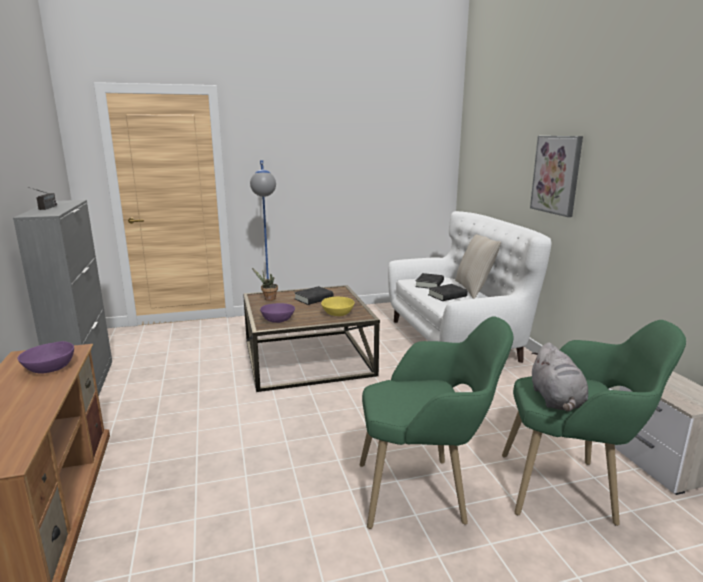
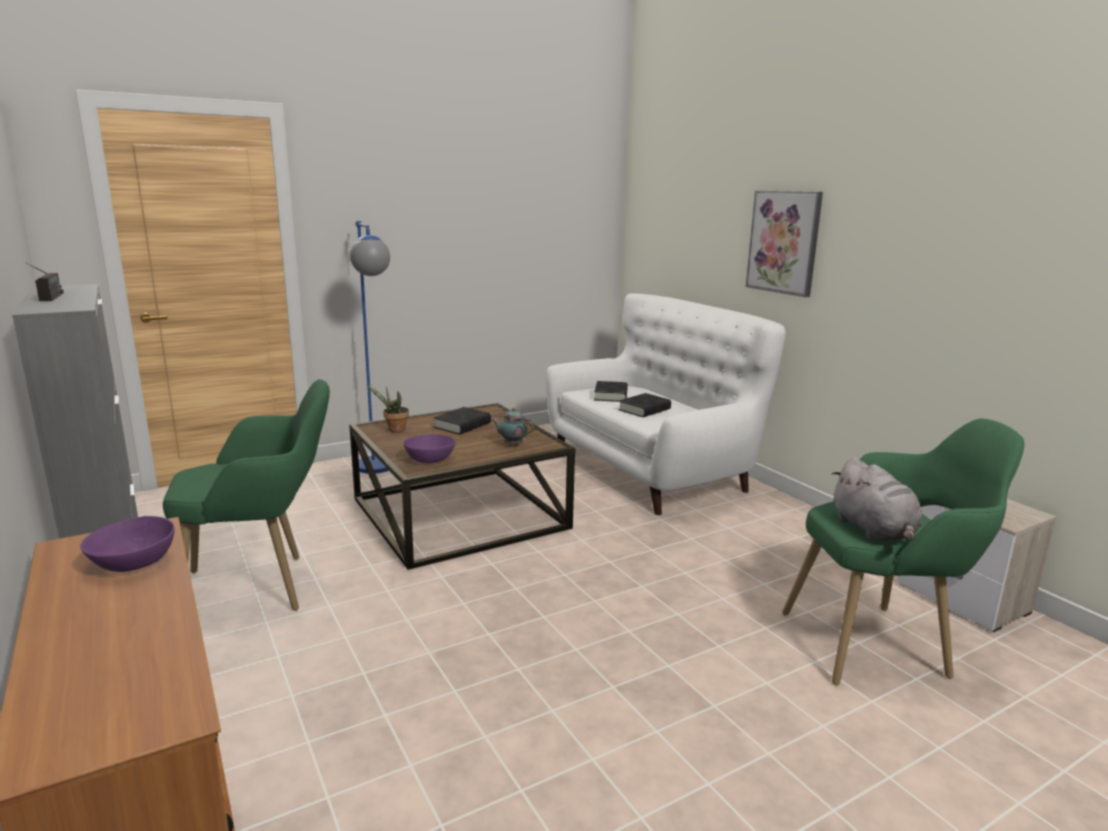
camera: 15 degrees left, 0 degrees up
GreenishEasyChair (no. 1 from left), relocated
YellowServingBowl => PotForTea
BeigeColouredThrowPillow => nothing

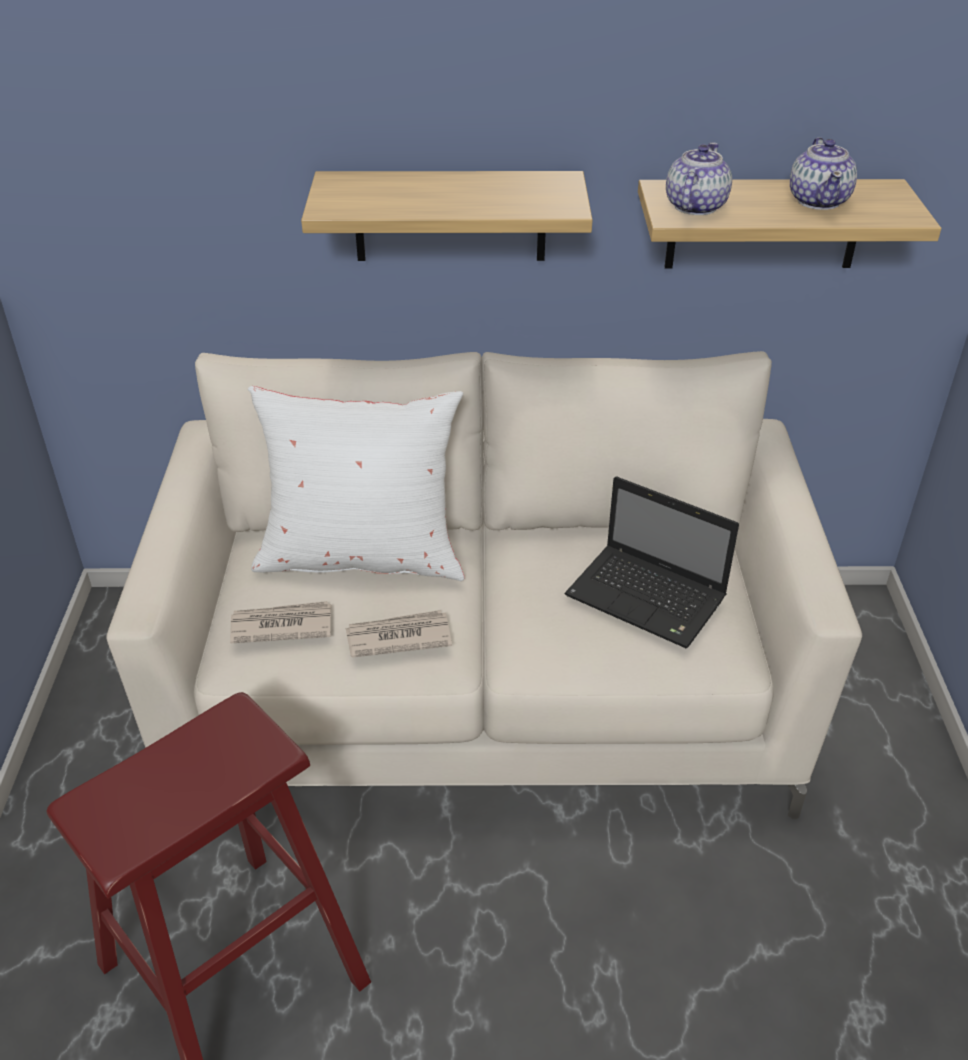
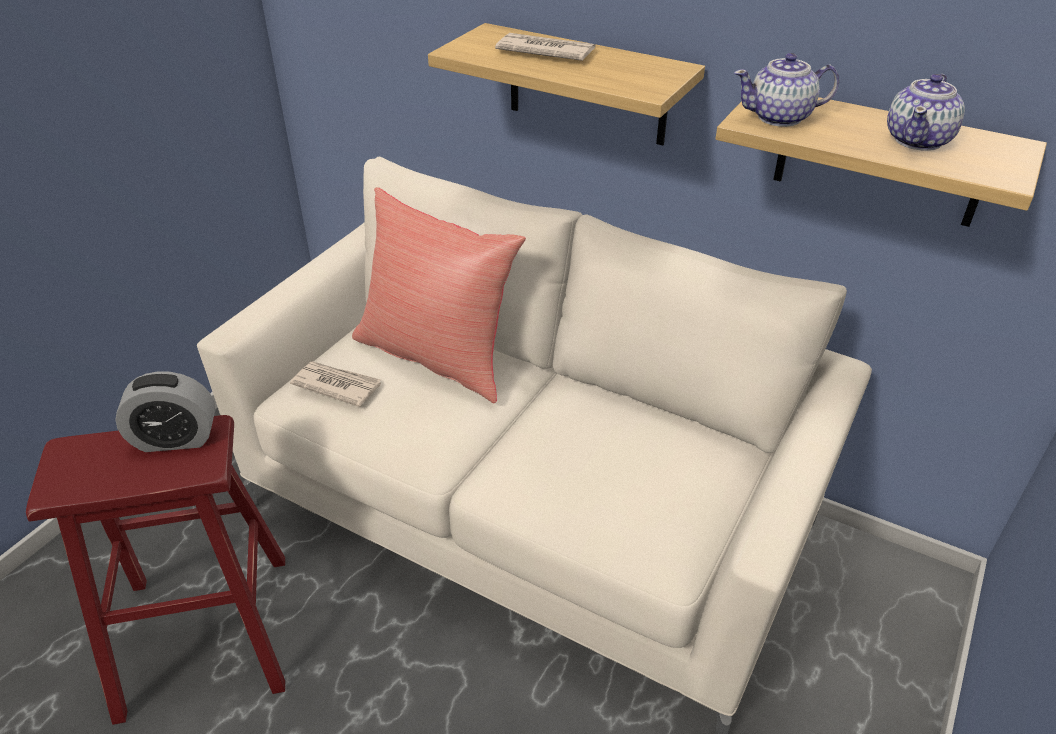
camera: 30 degrees right, 0 degrees up
nothing => TableClock
WhiteThrowPillow => RedThrowPillow
Newspaper (no. 2 from left), relocated
PotForTea (no. 1 from left), 150 degrees counterclockwise
NotebookComputer => nothing

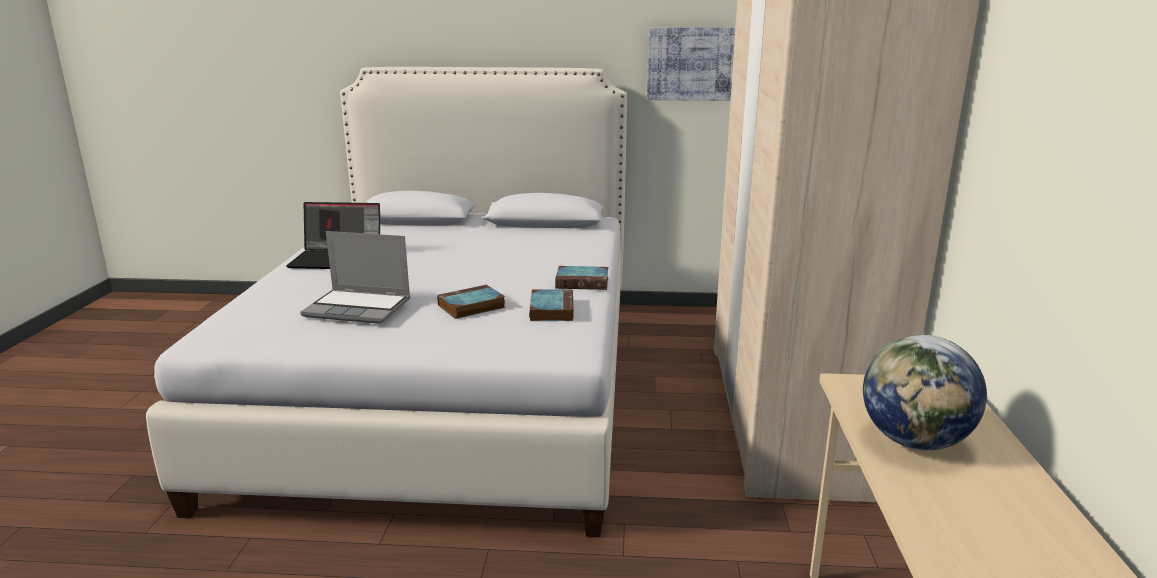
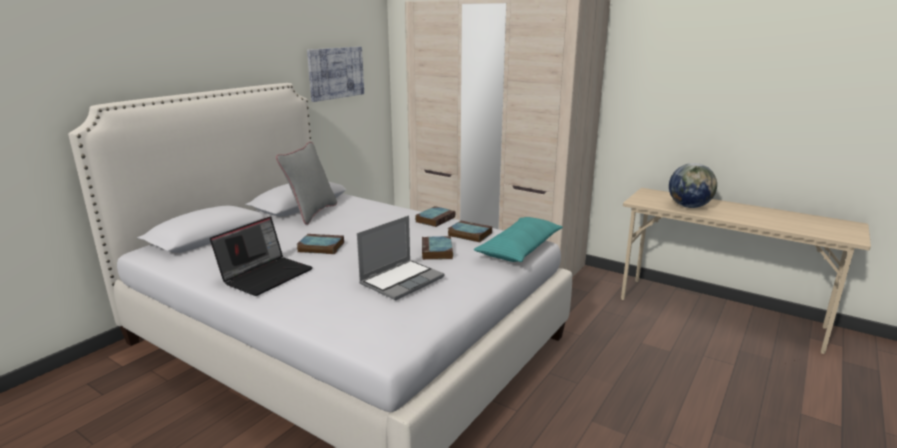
camera: 60 degrees left, 0 degrees up
nothing => GrayThrowPillow
nothing => Volume (no. 1 from left)
nothing => BlueGreenThrowPillow

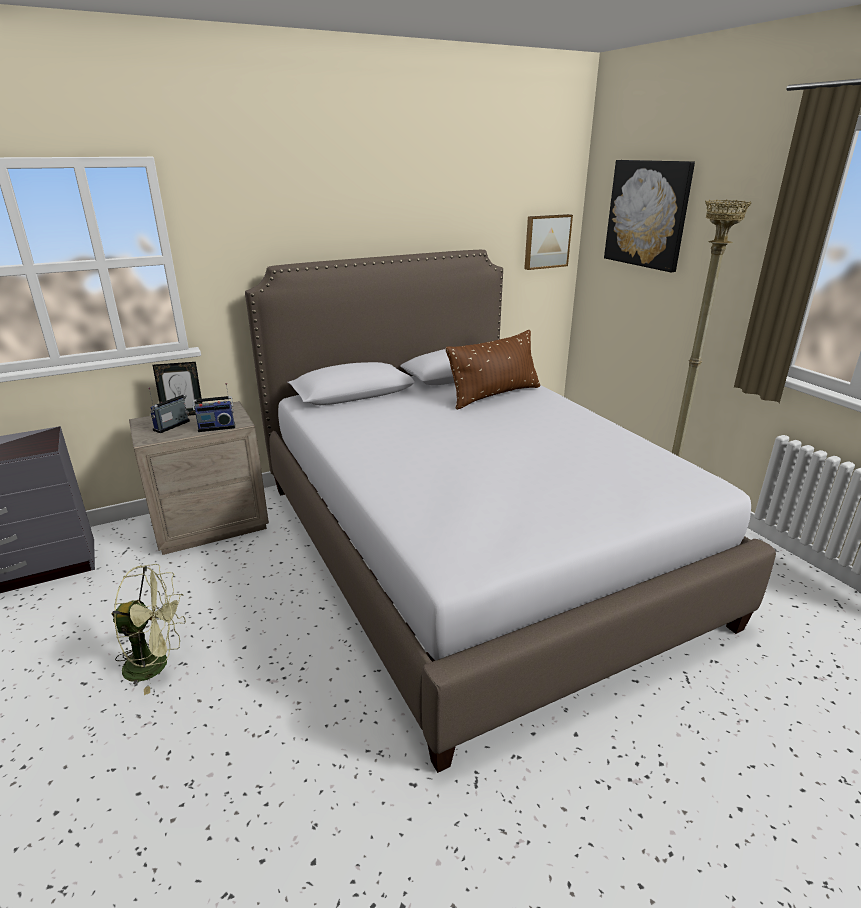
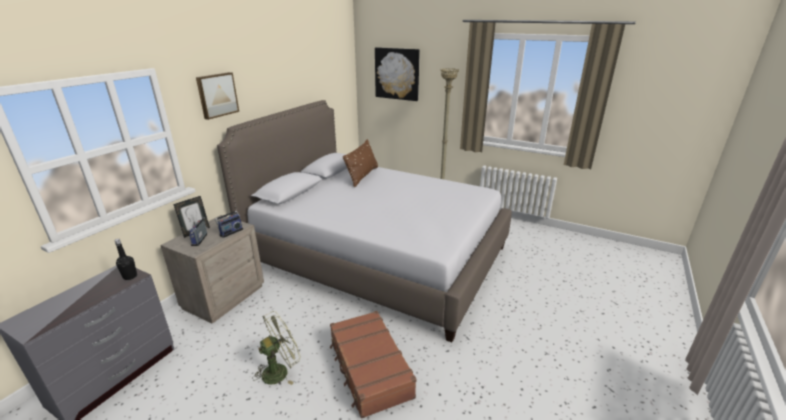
camera: 35 degrees left, 0 degrees up
nothing => BlackBeverageBottle
Picture (no. 1 from left), relocated
nothing => BrownSuitcase

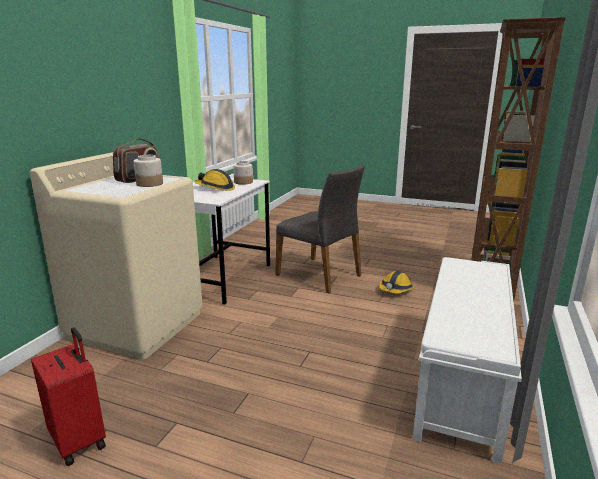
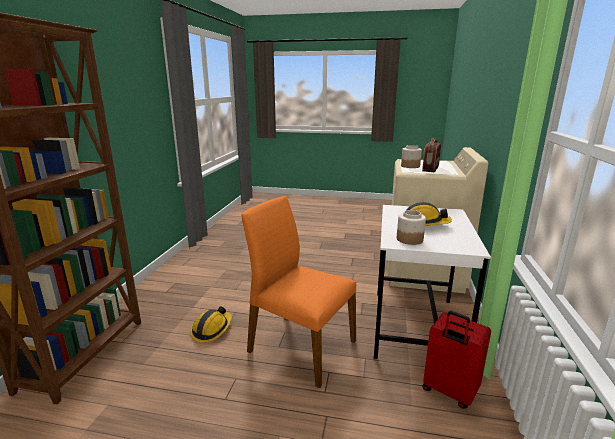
camera: 170 degrees right, 0 degrees up
GrayChair => OrangeColouredChair
RedSuitcase, relocated
WhiteLongSeat => nothing

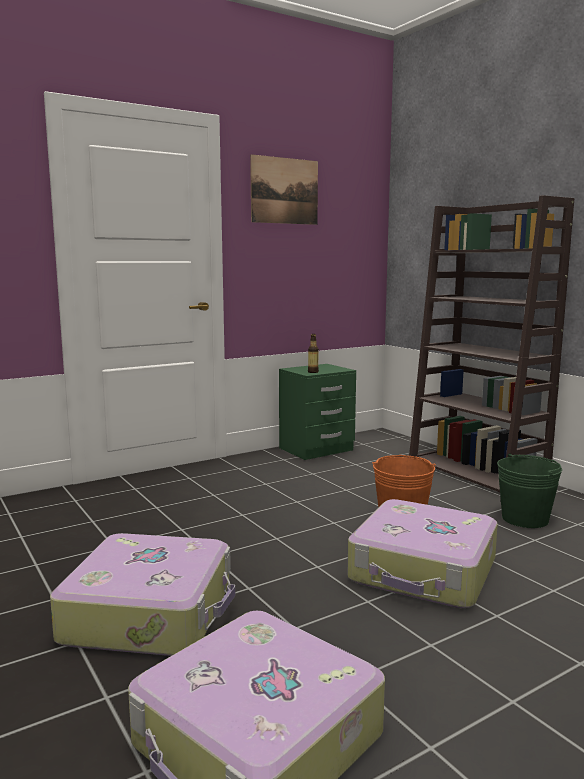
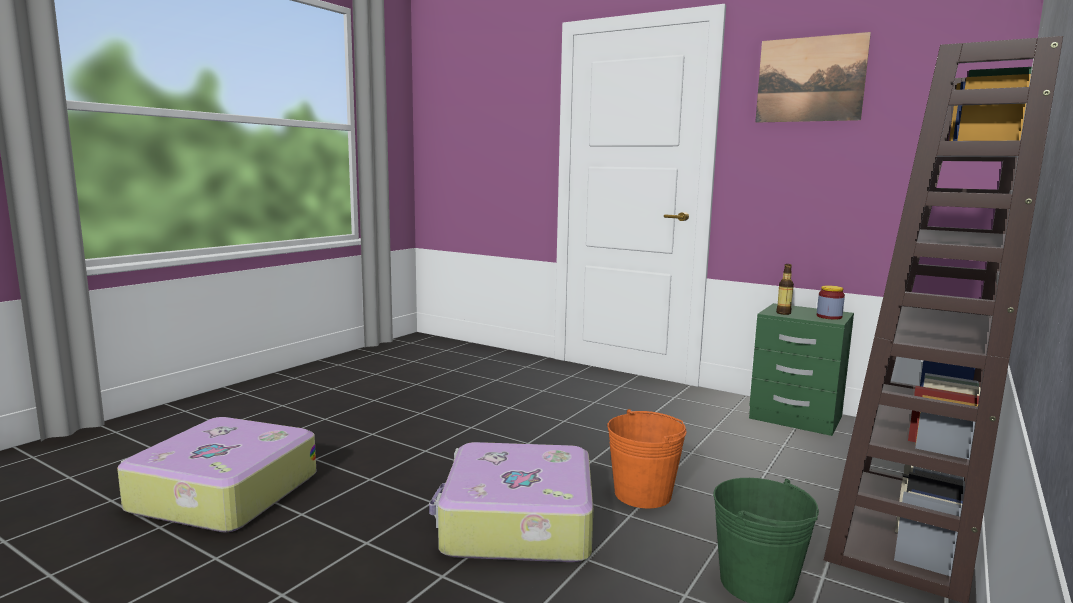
camera: 65 degrees right, 0 degrees up
nothing => Jar
Suitcase (no. 1 from left) => nothing

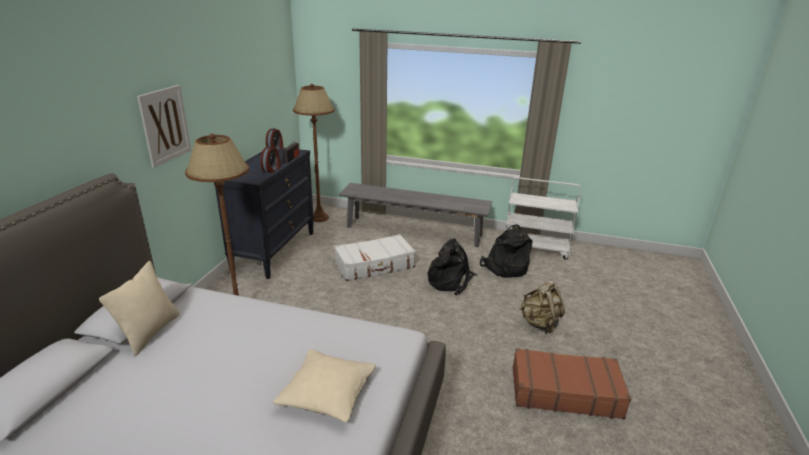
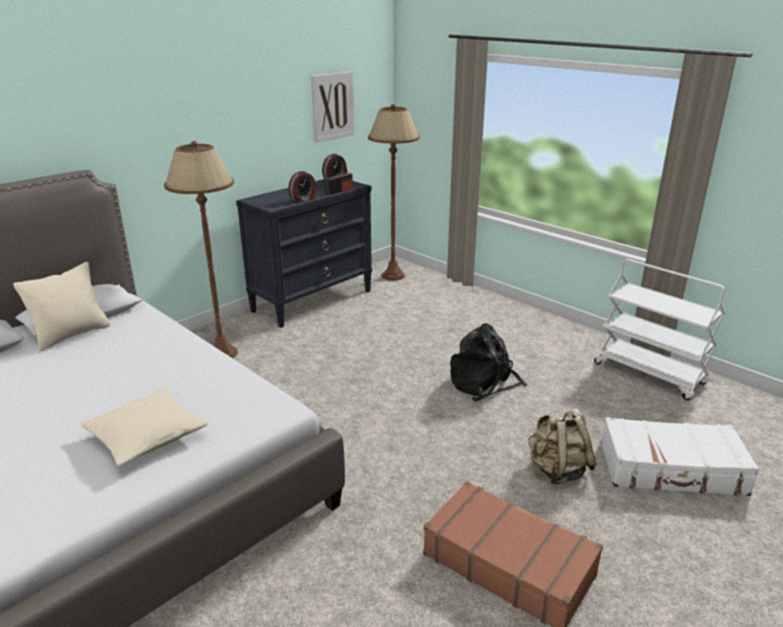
camera: 30 degrees right, 0 degrees up
Picture, relocated
WhiteSuitcase, relocated
GrayLongSeat => nothing
BlackRucksack (no. 2 from left) => nothing

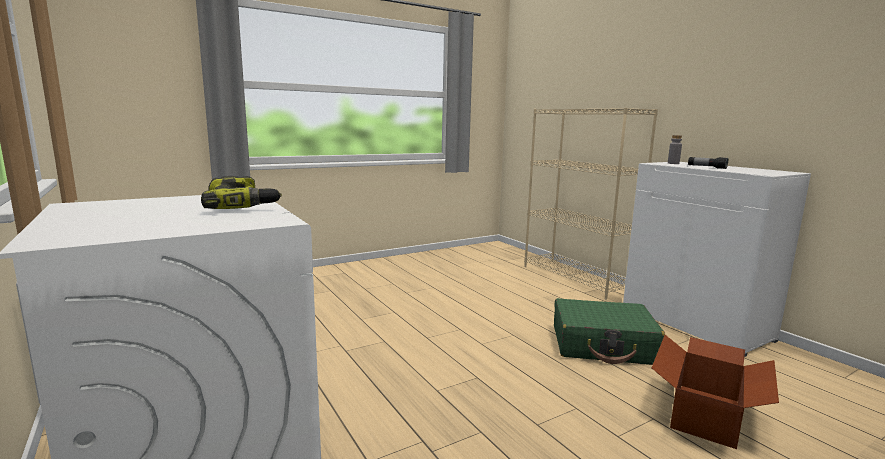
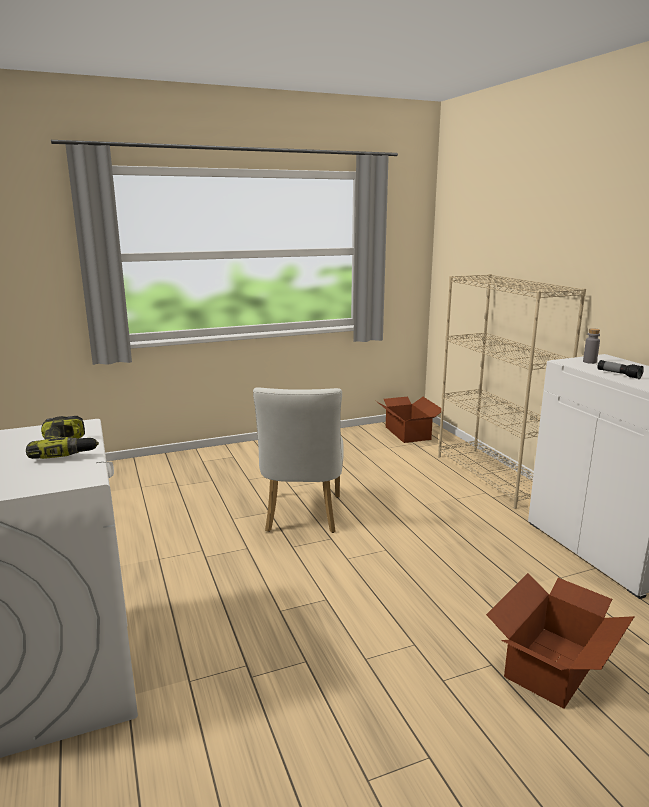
camera: 10 degrees right, 5 degrees up
nothing => WhiteChair
nothing => PackingBox (no. 1 from left)
GreenishSuitcase => nothing

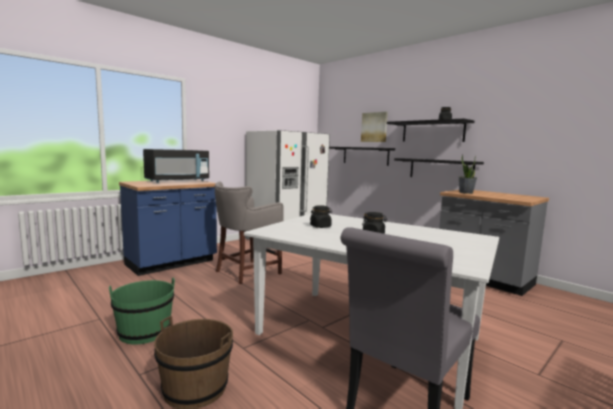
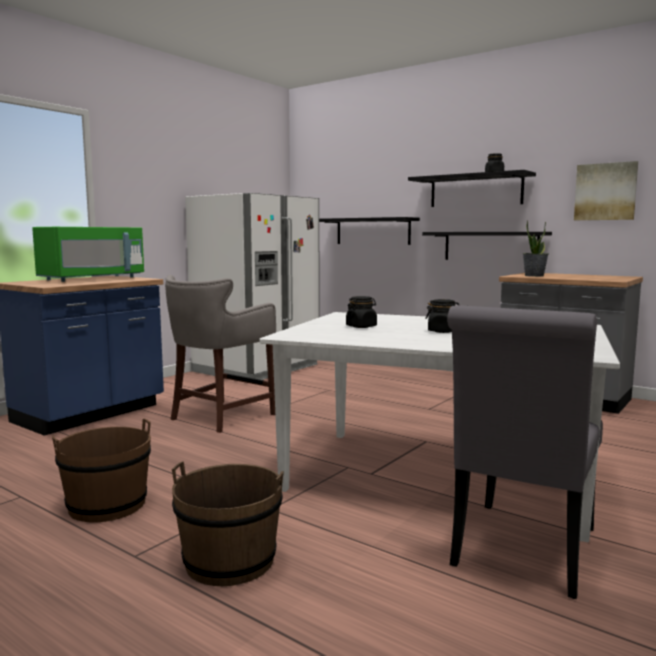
camera: 10 degrees left, 0 degrees up
BlackMicrowave => GreenishMicrowave
GreenishPail => BrownPail (no. 1 from left)
Picture, relocated

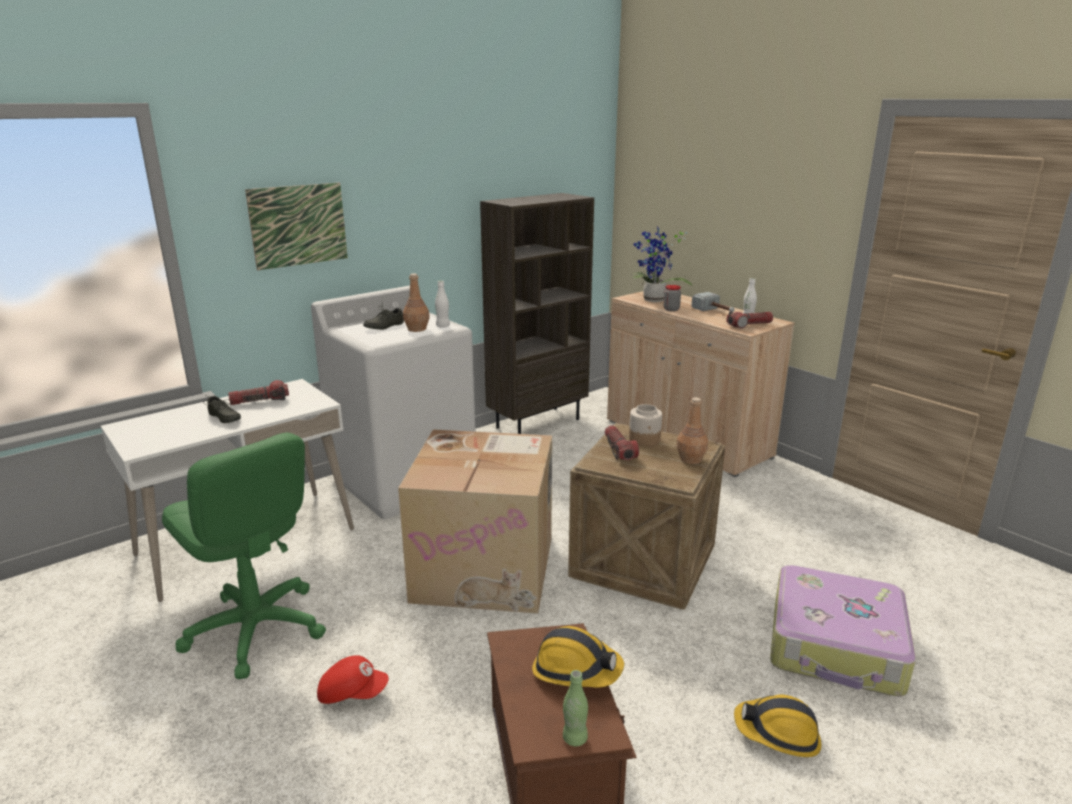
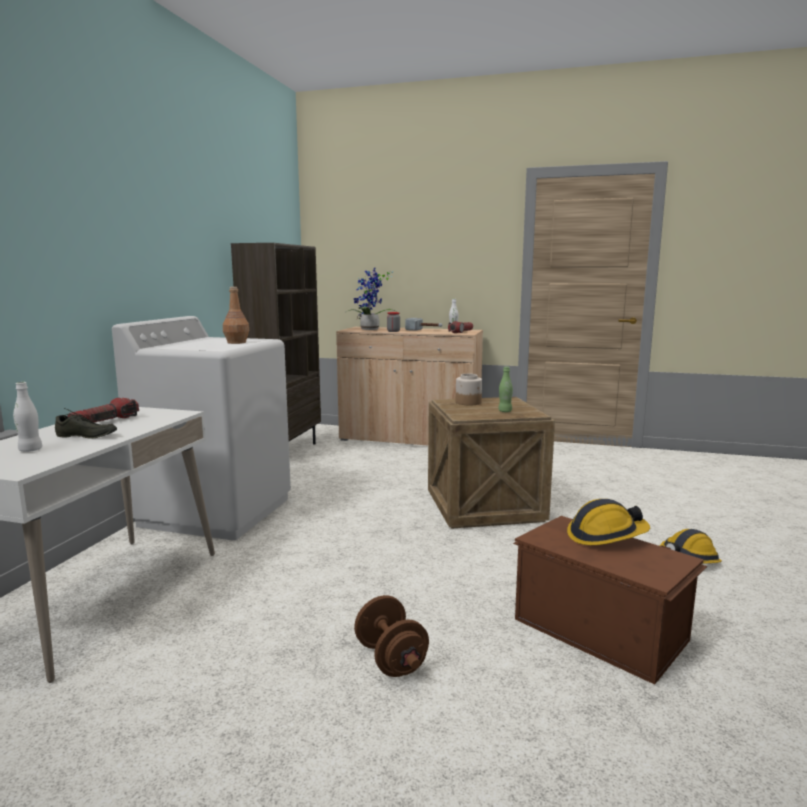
camera: 35 degrees left, 10 degrees down
WhiteBeverageBottle (no. 1 from left), relocated
RedBaseballCap => BrownFreeWeight
GreenishBeverageBottle, relocated
GreenishOfficeChair => nothing
Picture => nothing
GrayLowShoe (no. 2 from left) => nothing
PackingBox => nothing
Flashlight (no. 2 from left) => nothing
BrownBeverageBottle (no. 2 from left) => nothing
Suitcase => nothing

